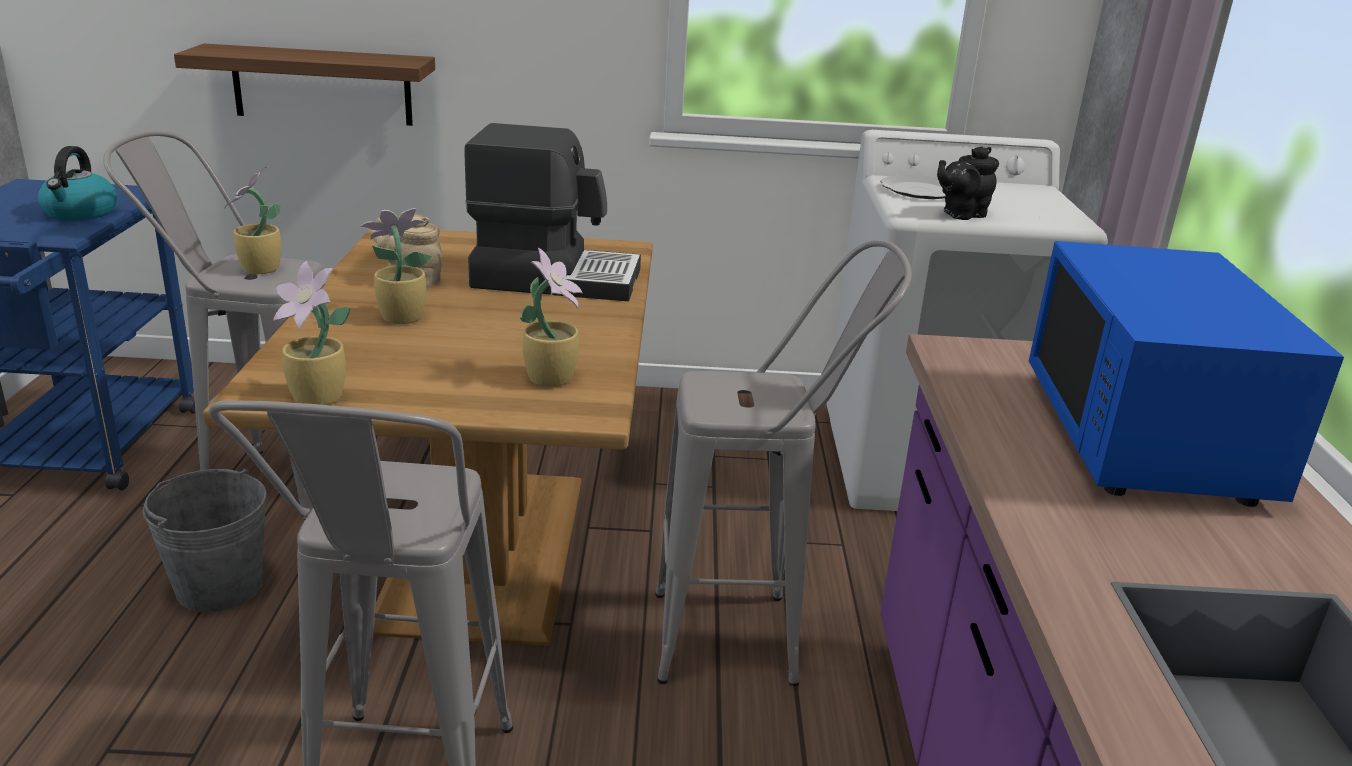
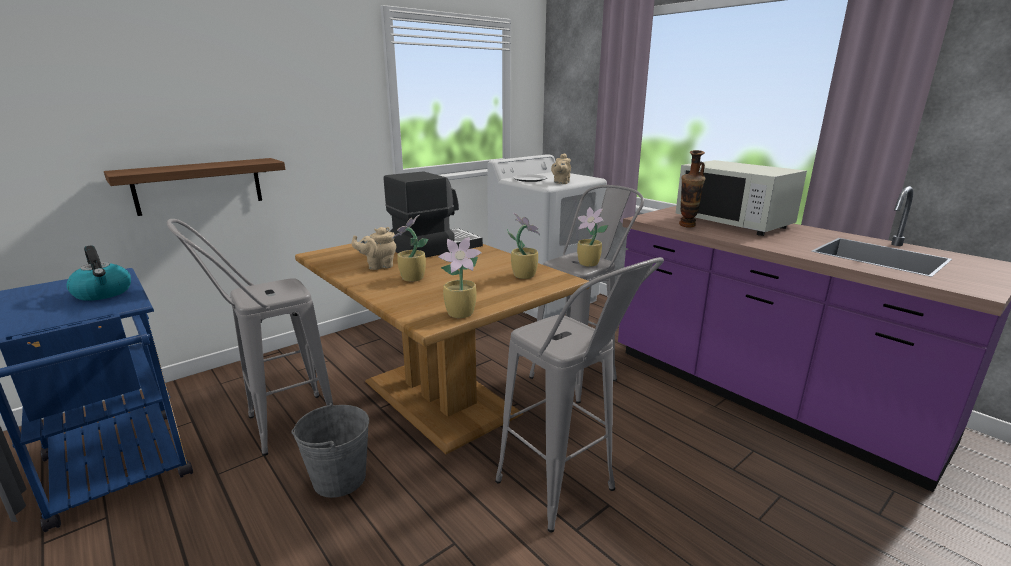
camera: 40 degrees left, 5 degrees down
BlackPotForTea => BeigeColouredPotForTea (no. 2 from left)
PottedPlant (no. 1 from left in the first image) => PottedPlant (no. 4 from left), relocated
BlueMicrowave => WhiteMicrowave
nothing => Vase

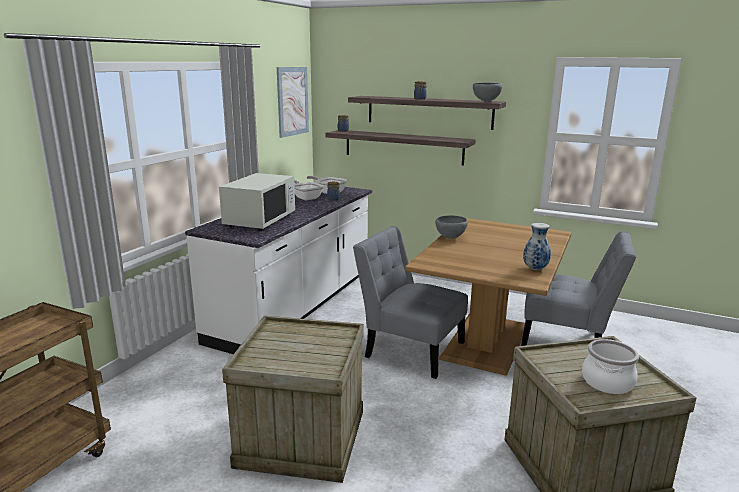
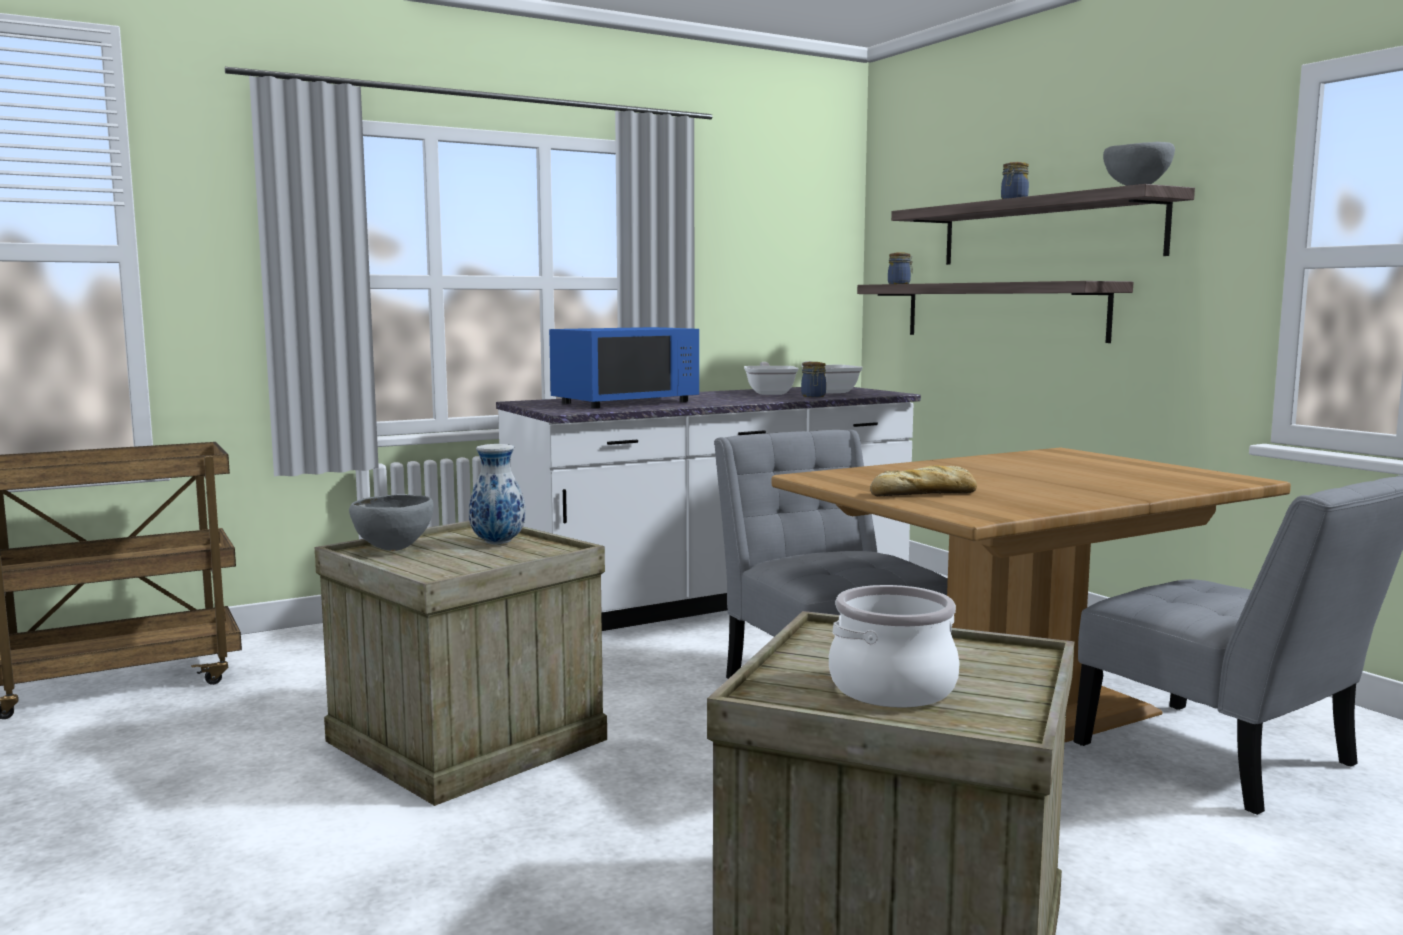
camera: 35 degrees right, 10 degrees down
GrayServingBowl (no. 1 from left), relocated
Vase, relocated
WhiteMicrowave => BlueMicrowave
nothing => BakeryBread
Picture => nothing

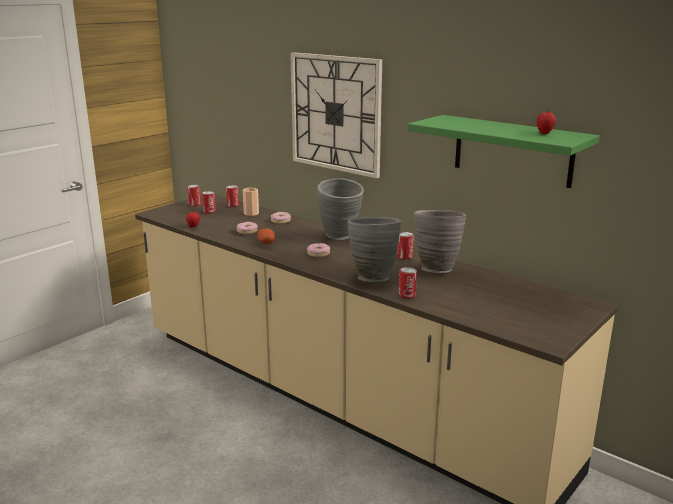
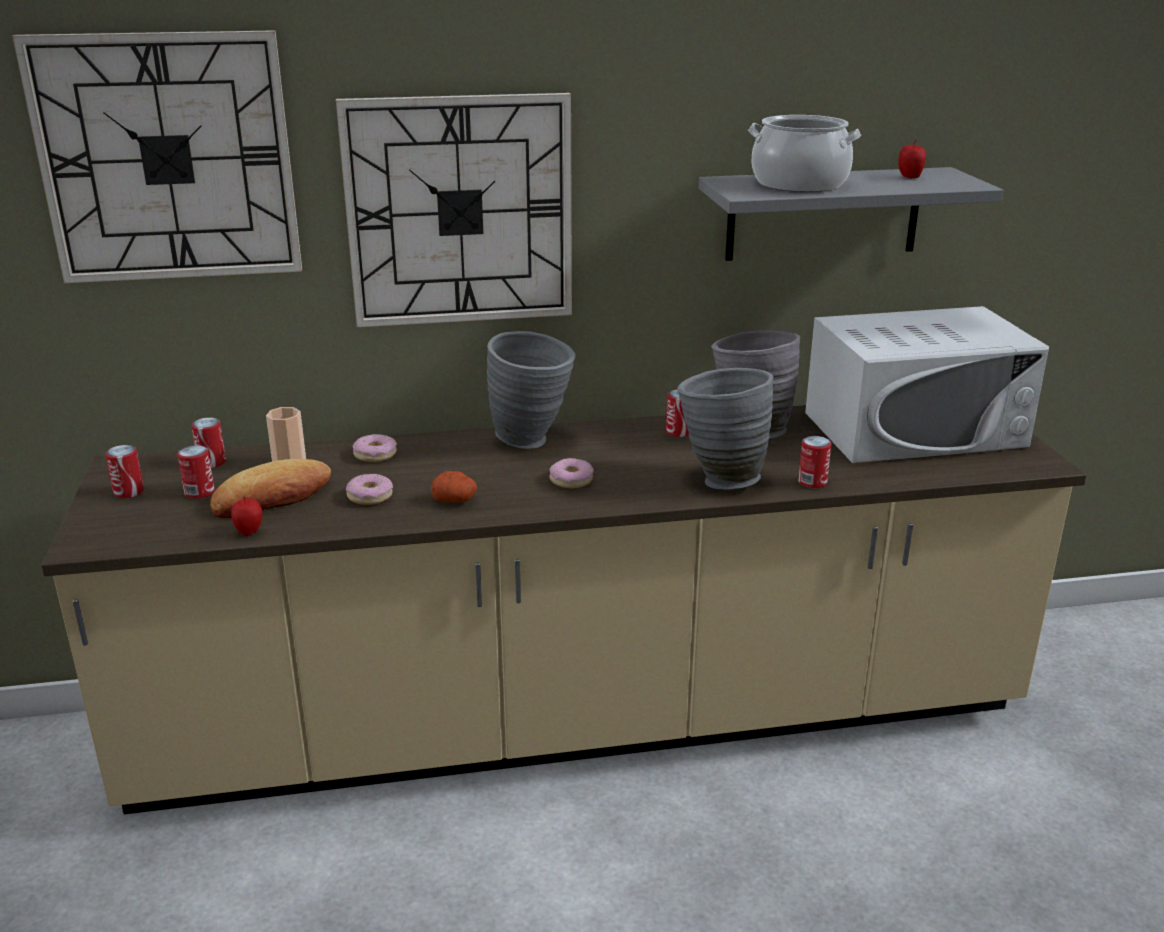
camera: 50 degrees left, 5 degrees up
nothing => HangingClock (no. 1 from left)
nothing => BakeryBread
GreenishBracketShelf => GrayBracketShelf
nothing => CookingPot
nothing => WhiteMicrowave

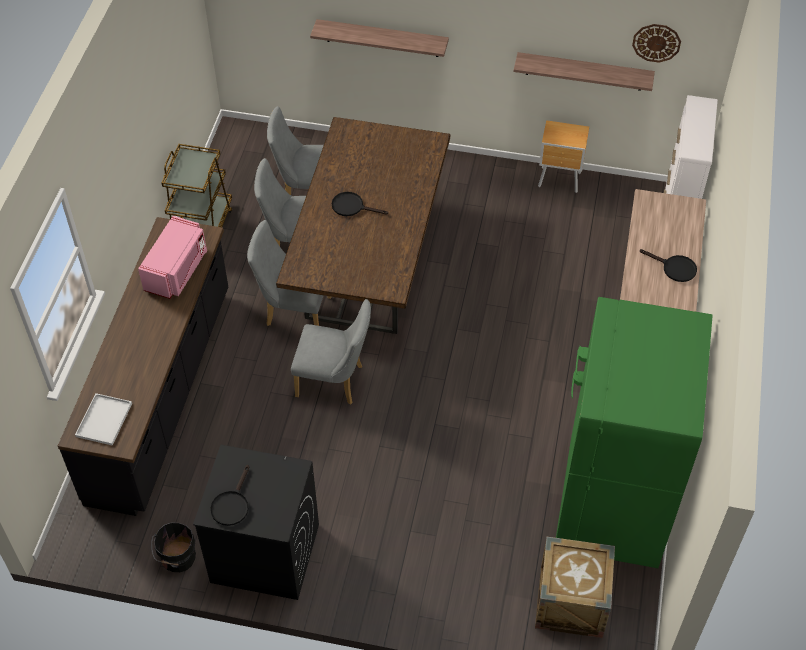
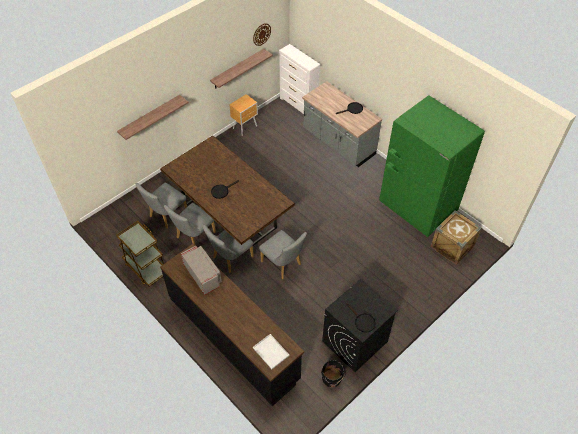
camera: 55 degrees left, 0 degrees up
PinkColouredMicrowave => GrayMicrowave
GrayChair (no. 4 from left), 90 degrees clockwise

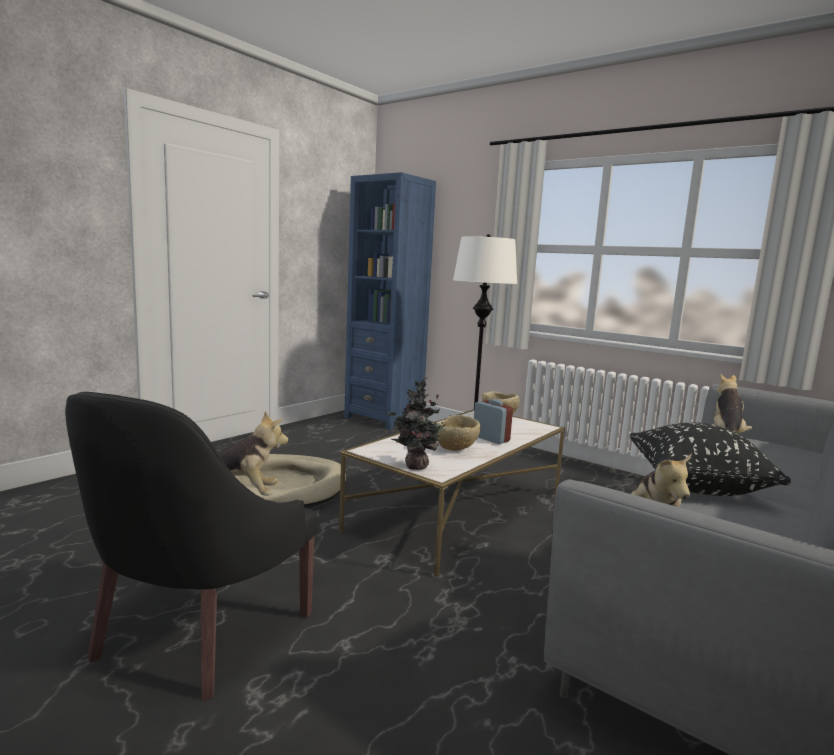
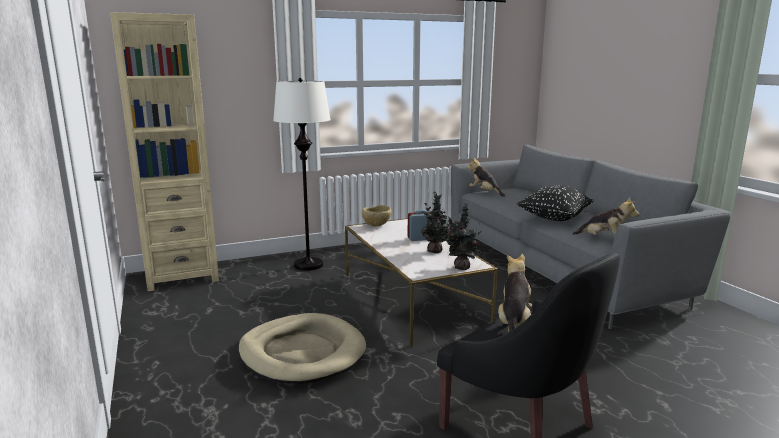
camera: 60 degrees left, 5 degrees up
BlueShelvingUnit => BeigeColouredShelvingUnit
BeigeColouredServingBowl (no. 1 from left) => PottedPlant (no. 1 from left)

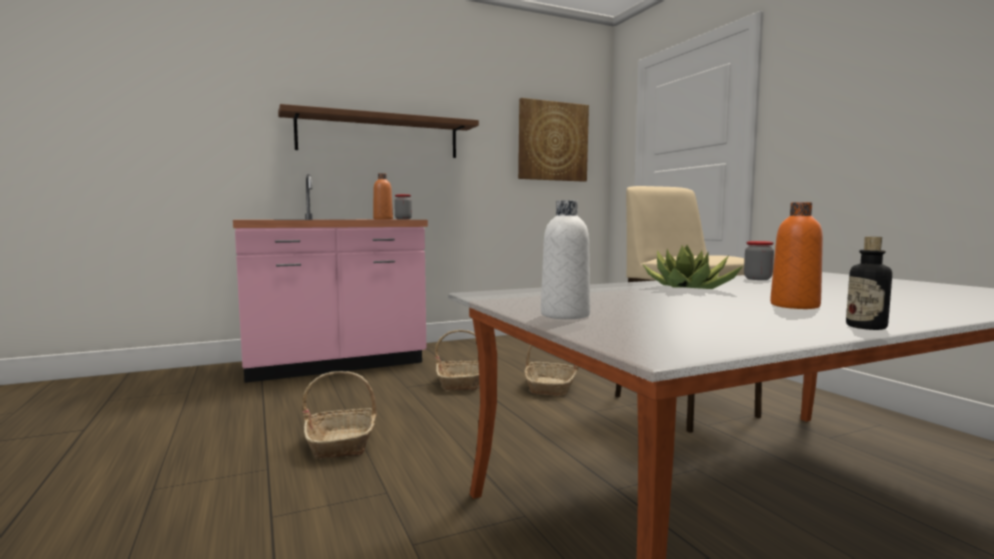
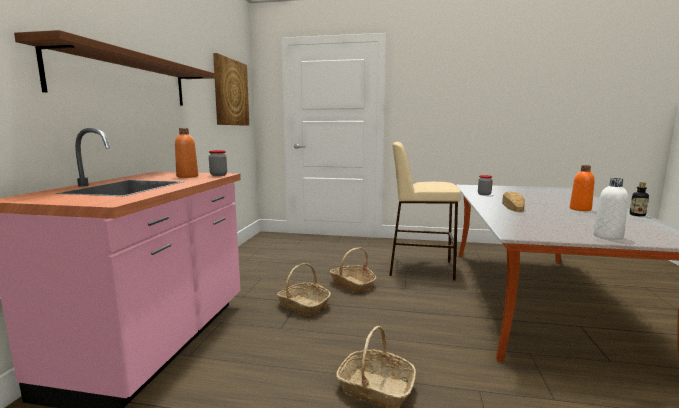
camera: 55 degrees left, 5 degrees up
PottedPlant => BakeryBread

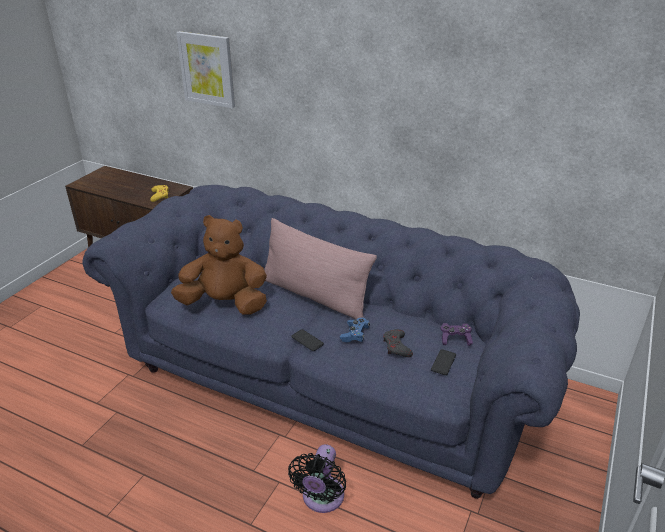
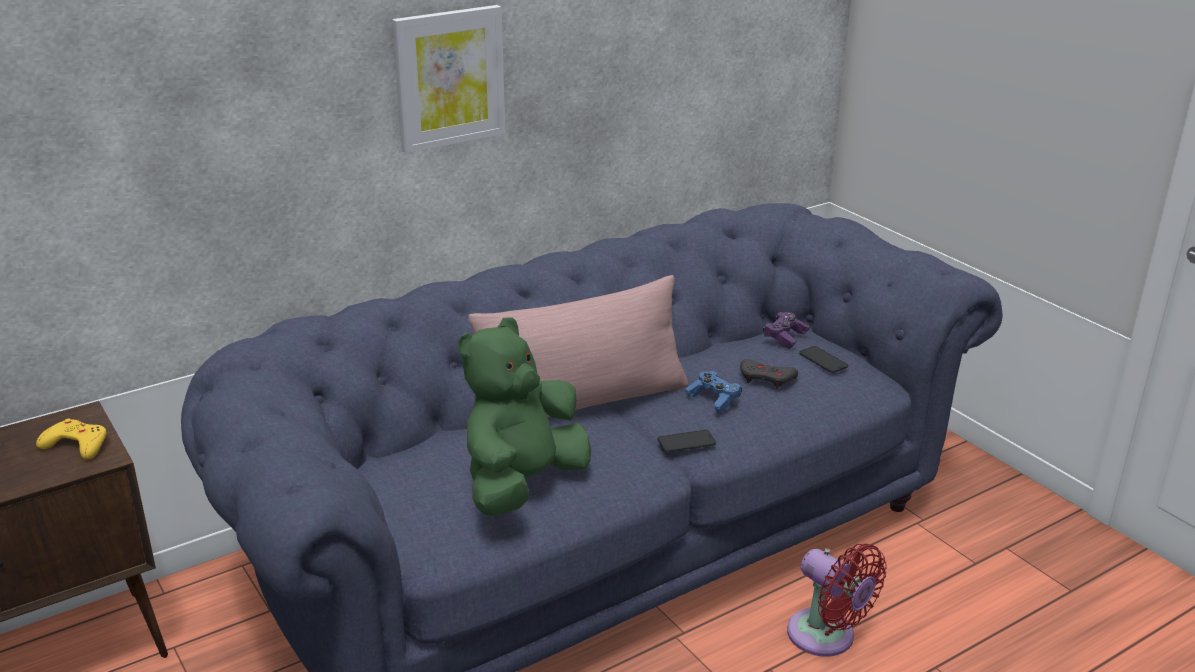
camera: 60 degrees left, 5 degrees down
Picture, relocated
BrownSoftToy => GreenishSoftToy
BlackFan => RedFan

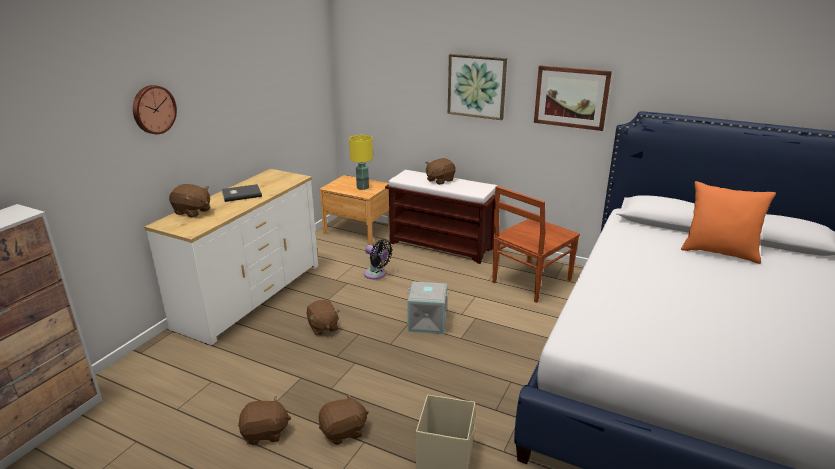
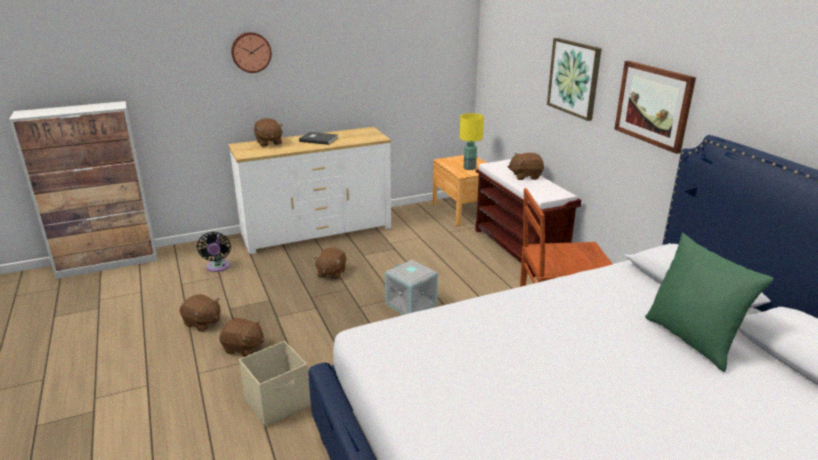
camera: 40 degrees right, 0 degrees up
BlackFan, relocated
OrangeColouredThrowPillow => GreenishThrowPillow

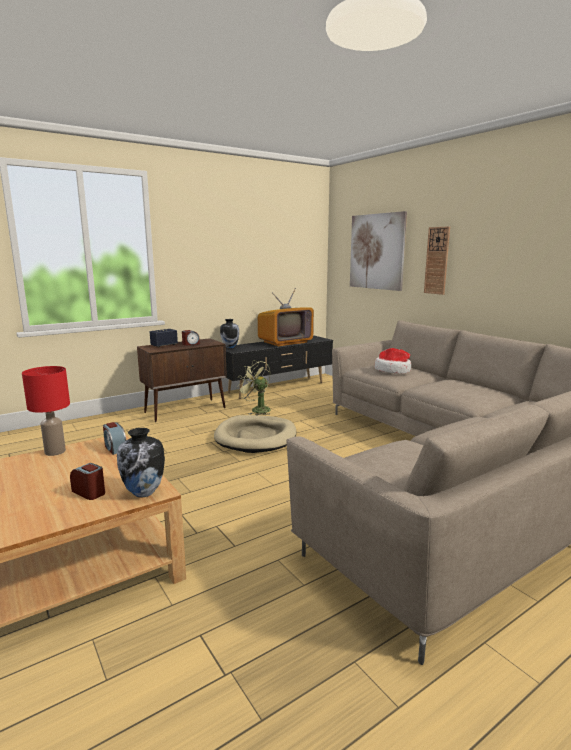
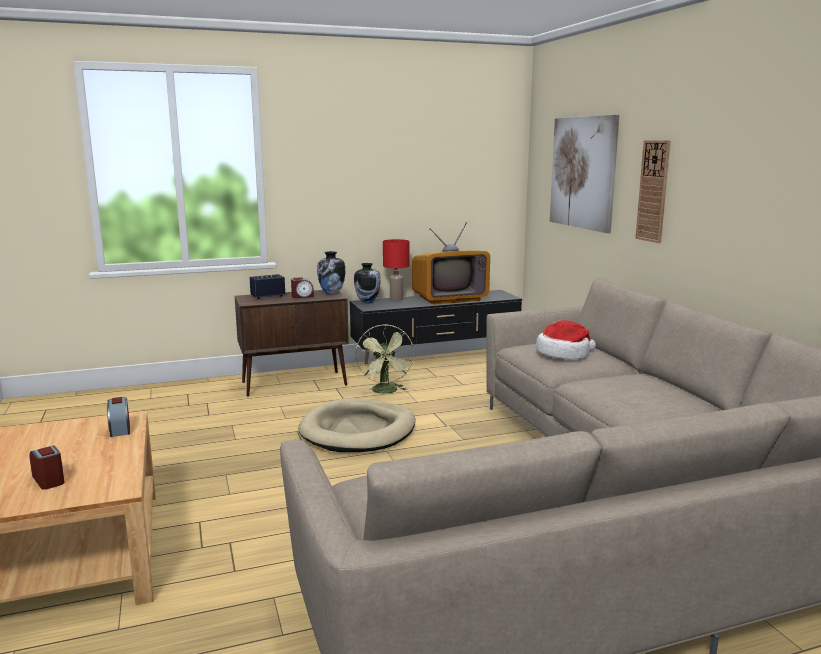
camera: 15 degrees right, 0 degrees up
Vase (no. 1 from left), relocated
GreenishFan, 150 degrees counterclockwise
RedLampForATable, relocated

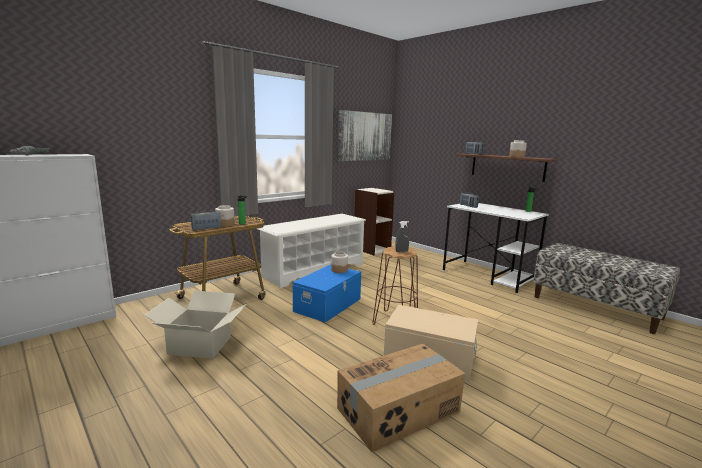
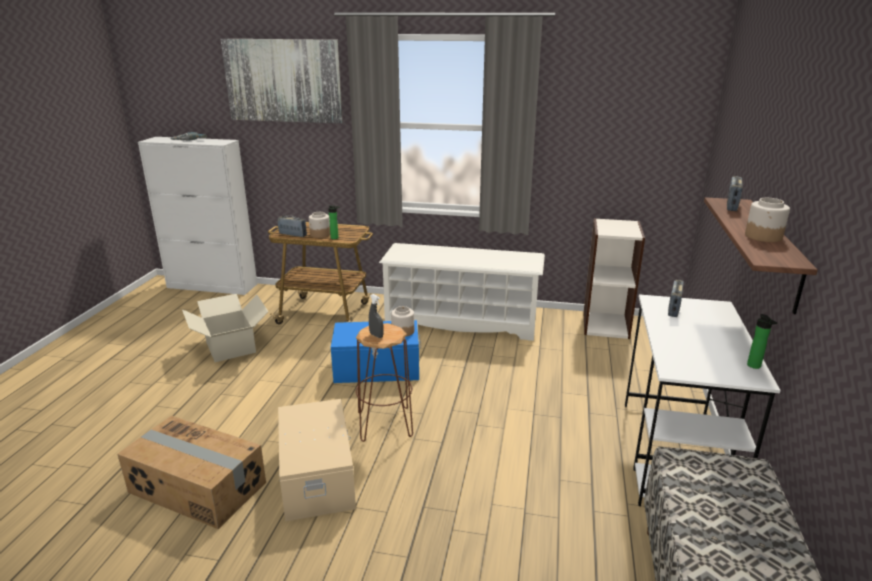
camera: 55 degrees right, 10 degrees up
Picture, relocated

